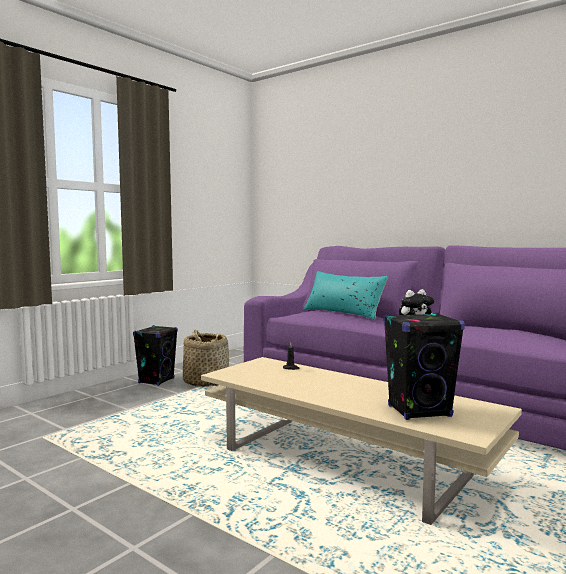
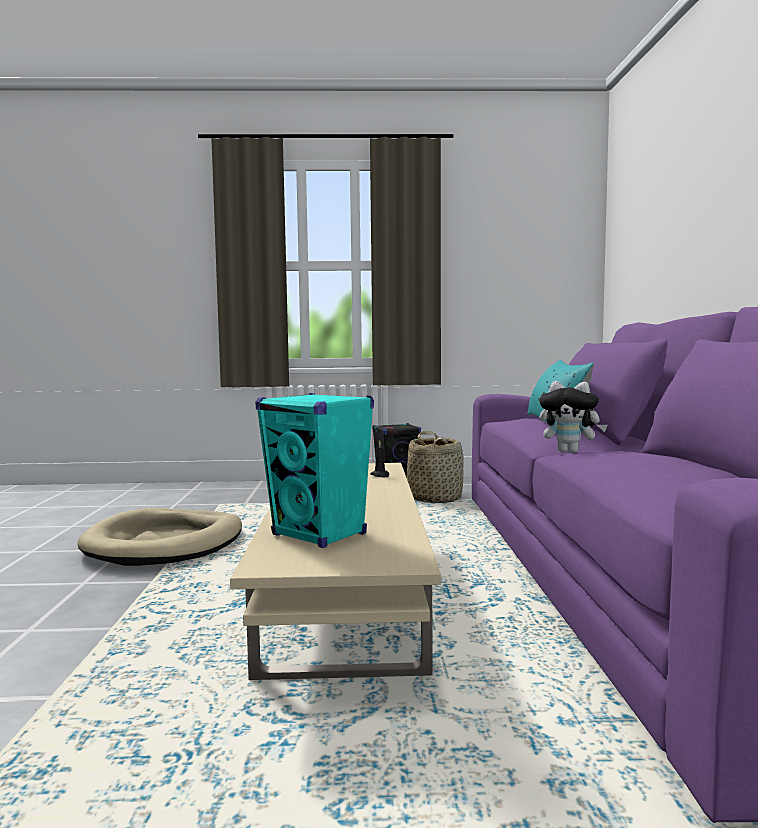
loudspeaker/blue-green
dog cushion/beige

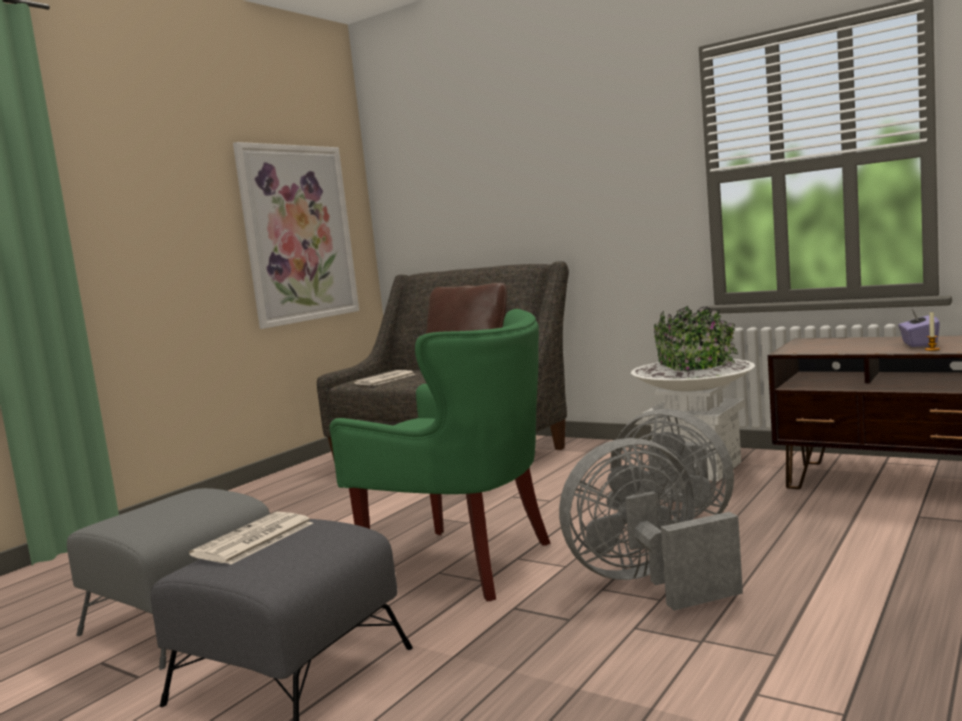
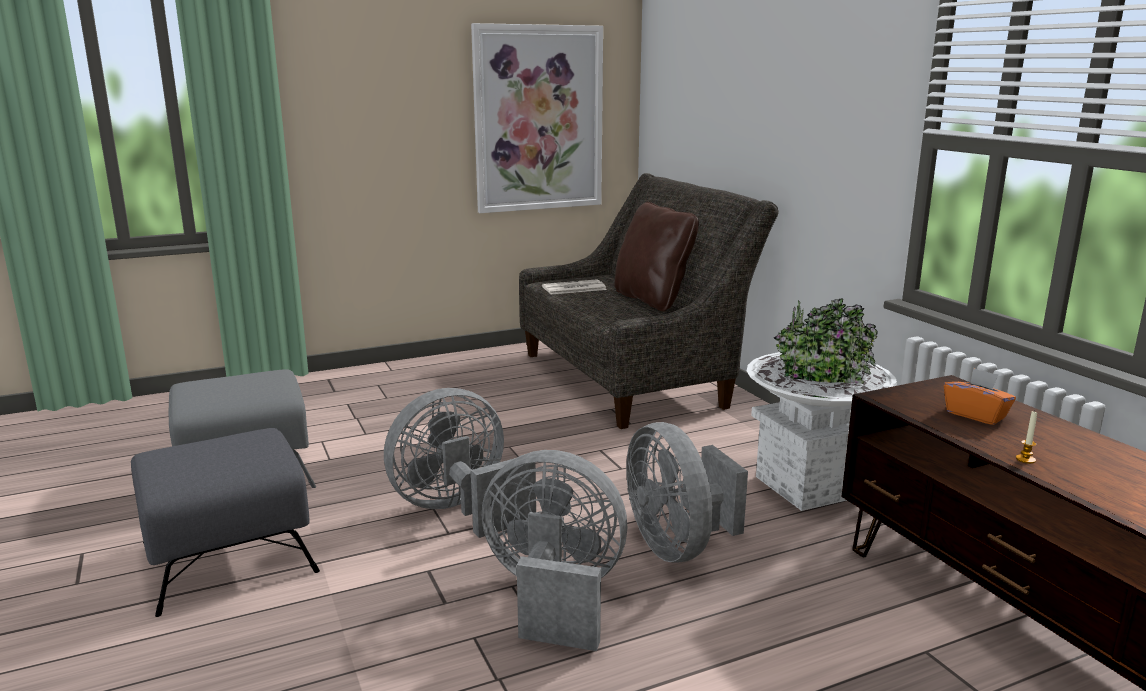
electric fan/grey (1st from left)
tissue box/purplish
newspaper (1st from left in the first image)
tissue box/orangey

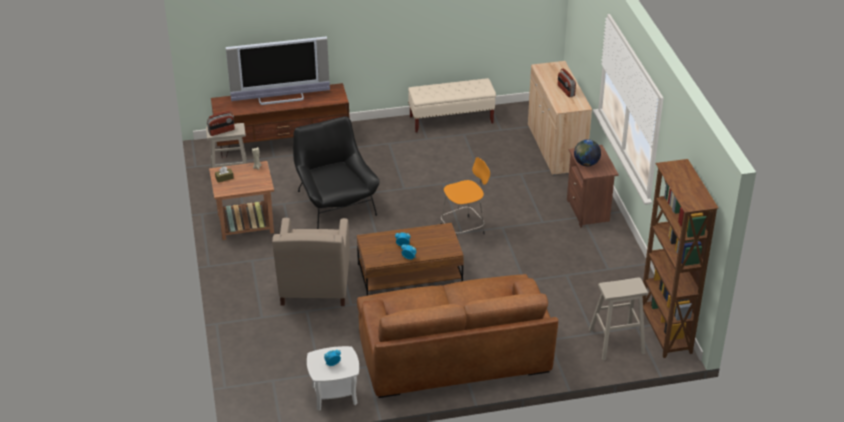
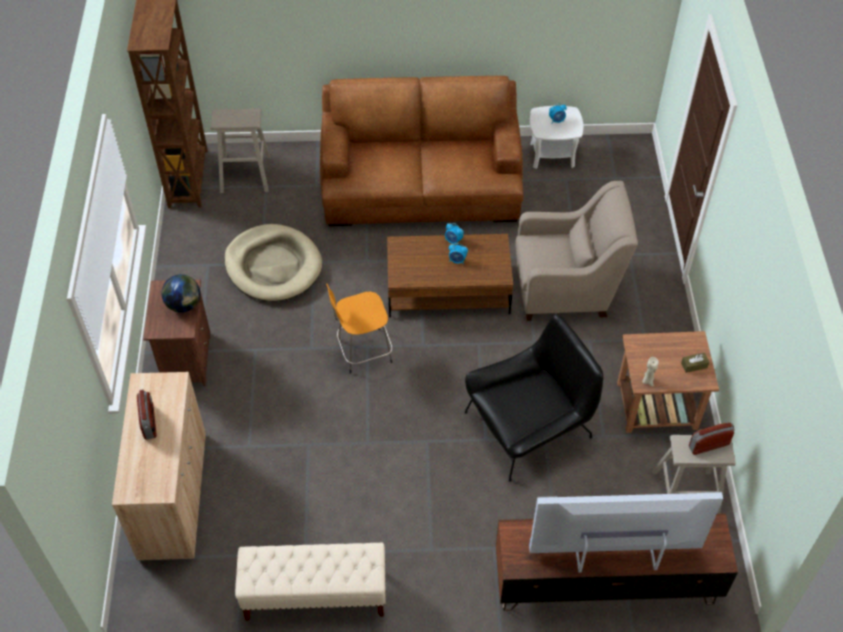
armchair/black
armchair/beige
dog cushion/beige

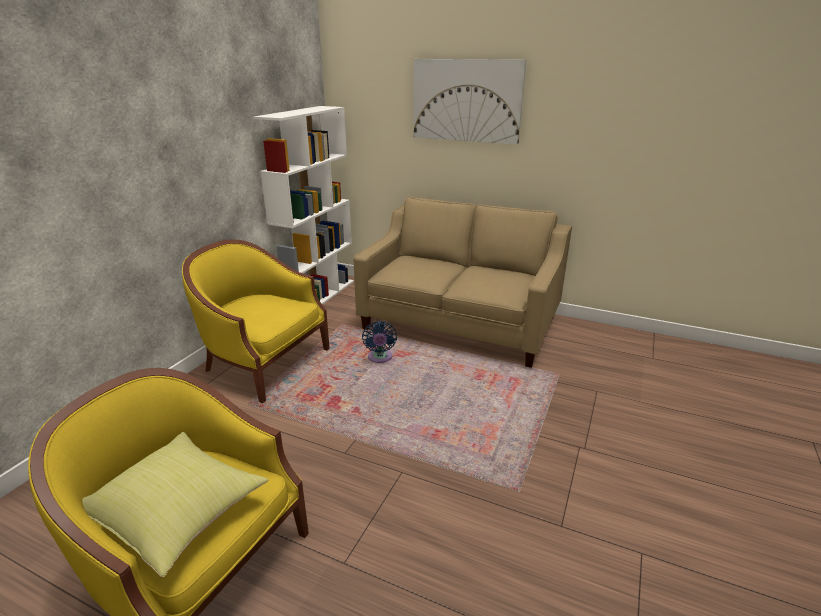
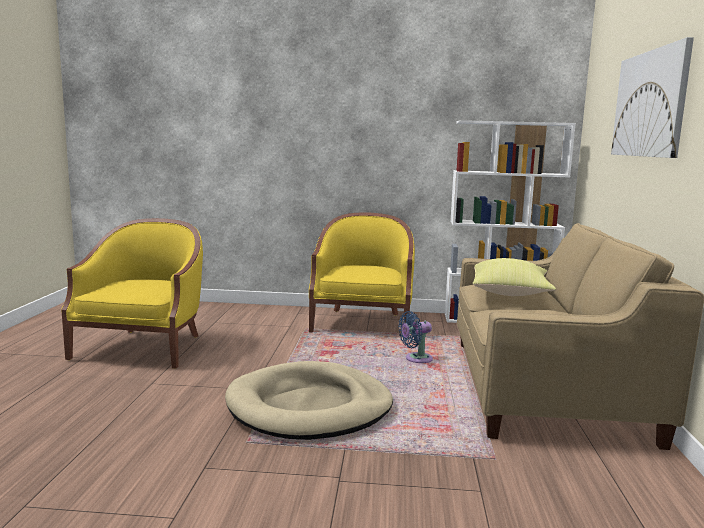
throw pillow/yellow
dog cushion/beige

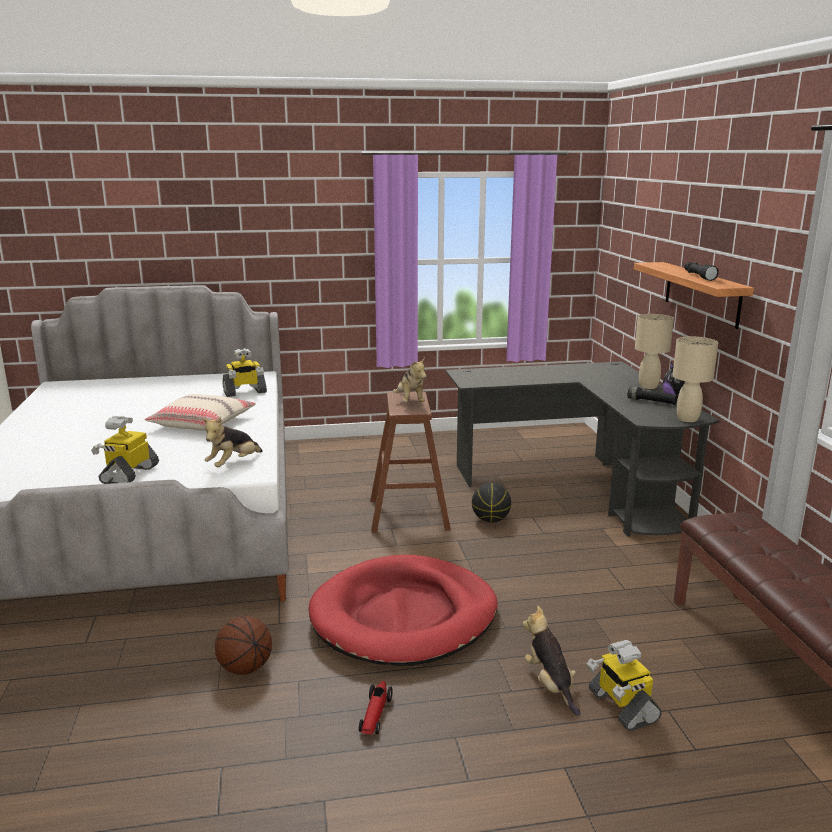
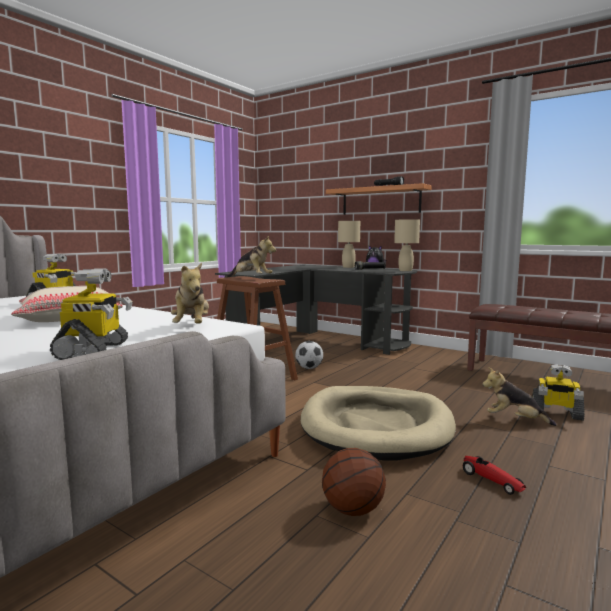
robot figure (2nd from left)
football ball
dog cushion/beige

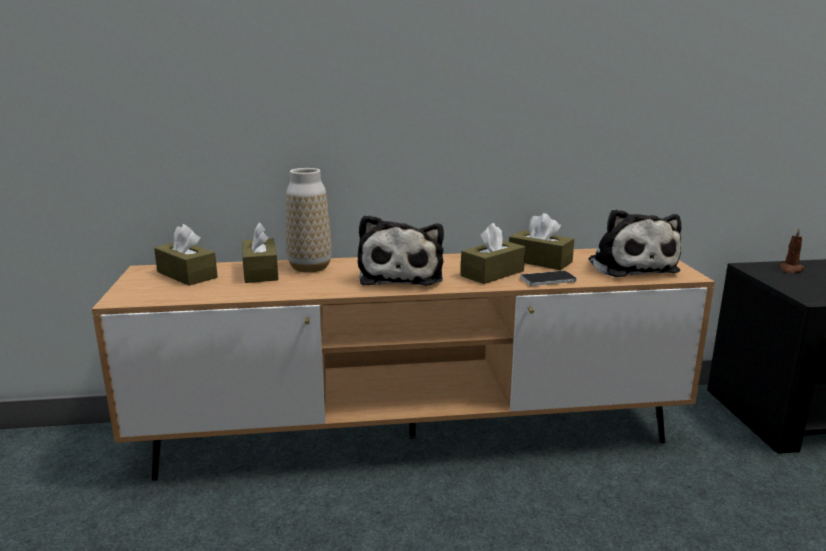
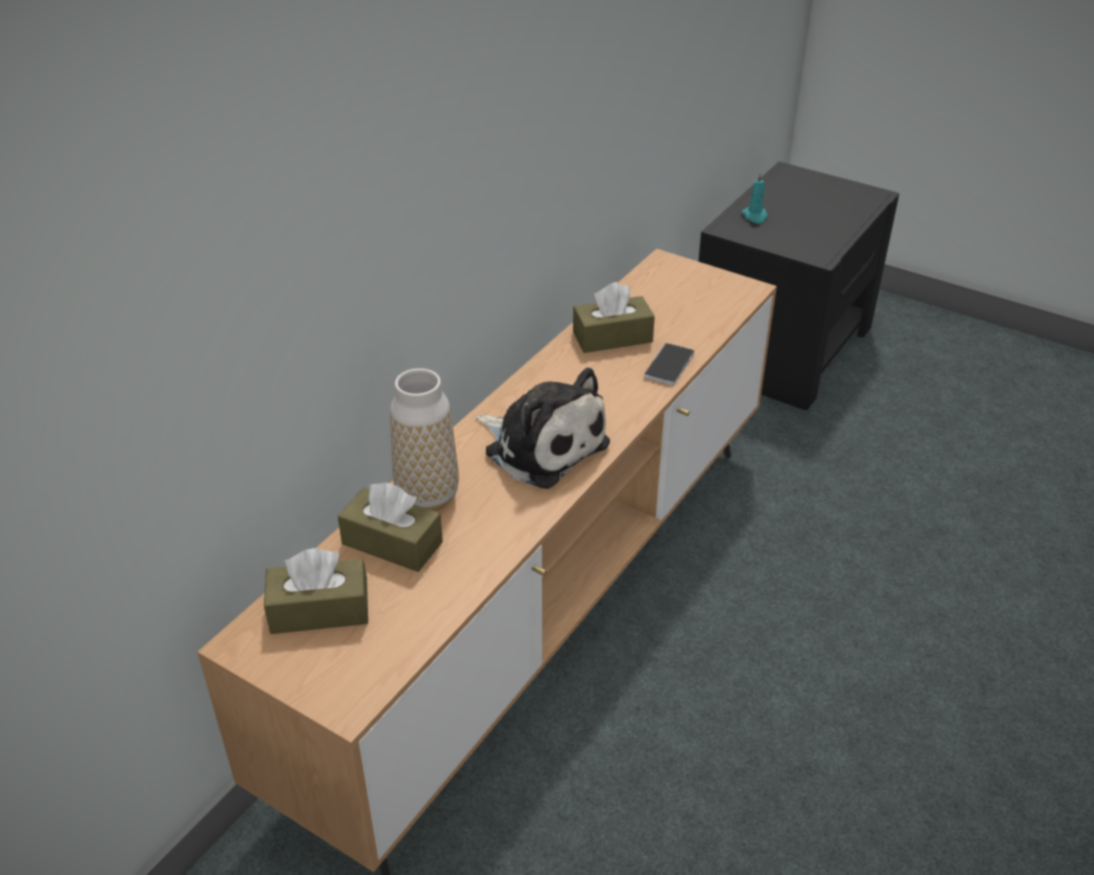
cuddly toy (2nd from left in the first image)
tissue box/brownish (3rd from left in the first image)
wax candle/blue-green

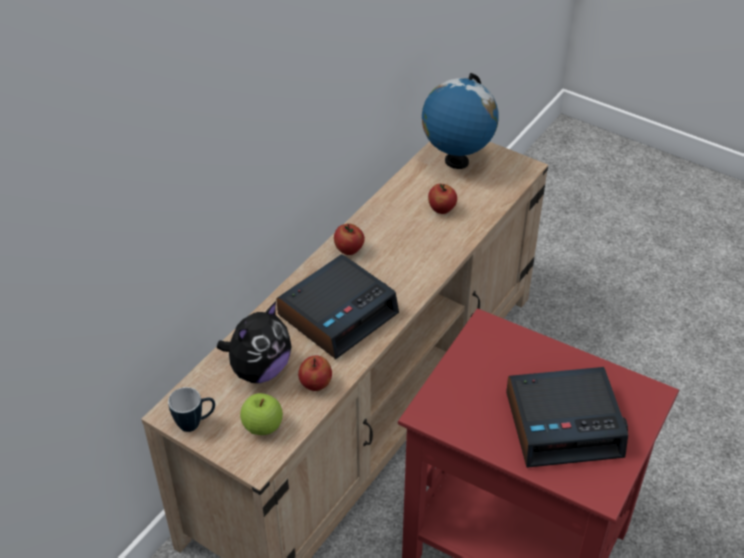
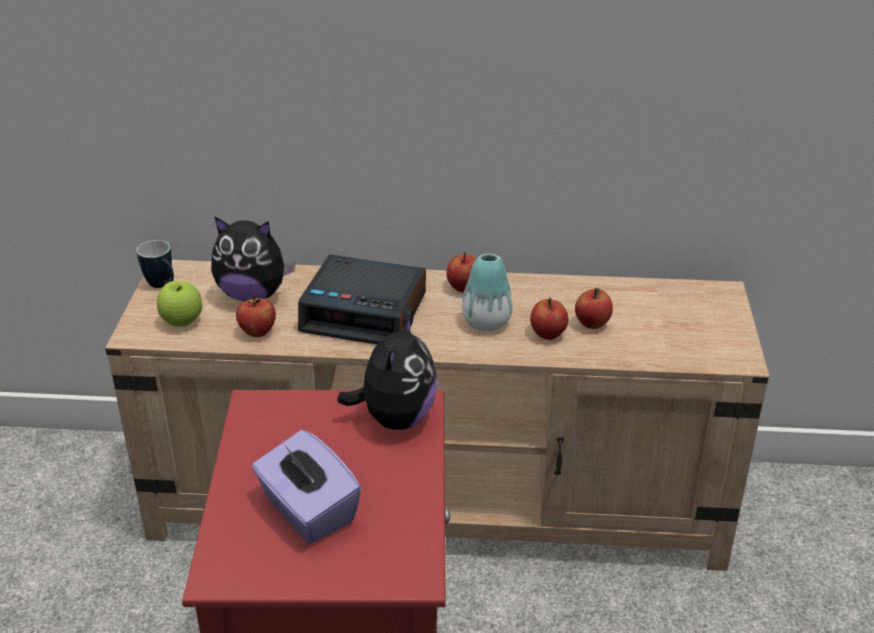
world globe
tissue box/purplish
decorative vase
apple (4th from left)
cuddly toy (2nd from left)

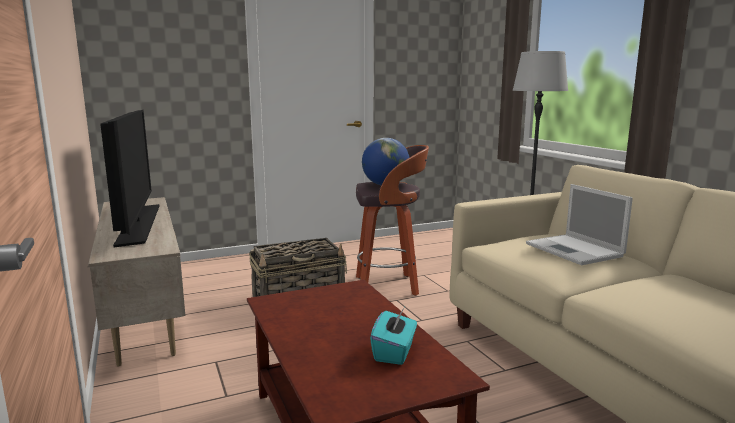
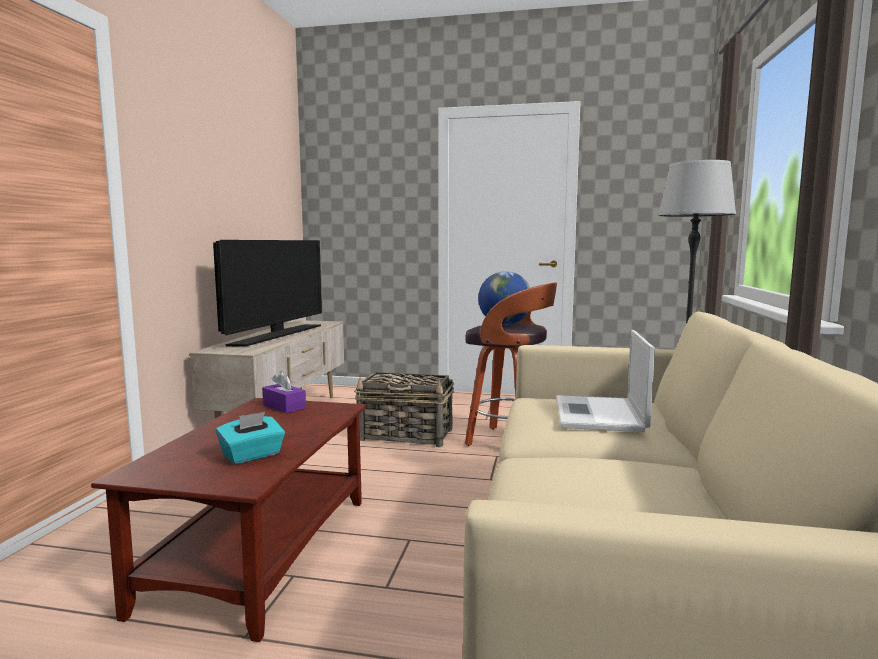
tissue box/purplish

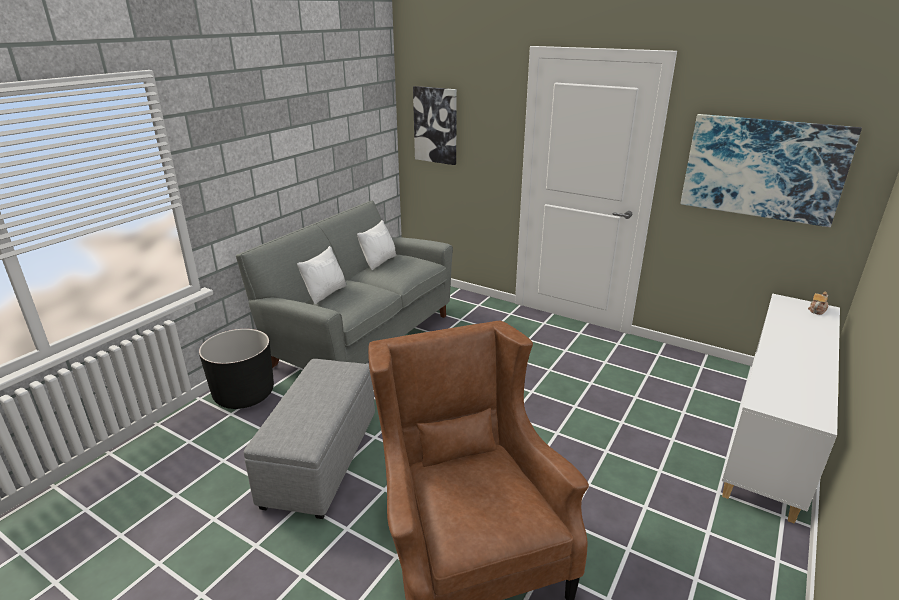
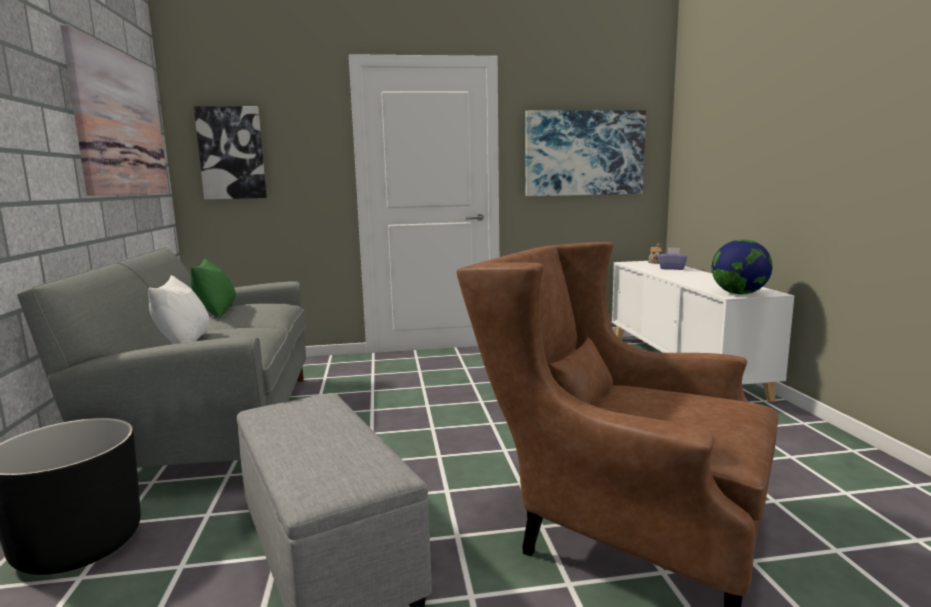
throw pillow/green-coloured
wall picture (1st from left)
world globe
tissue box/purplish

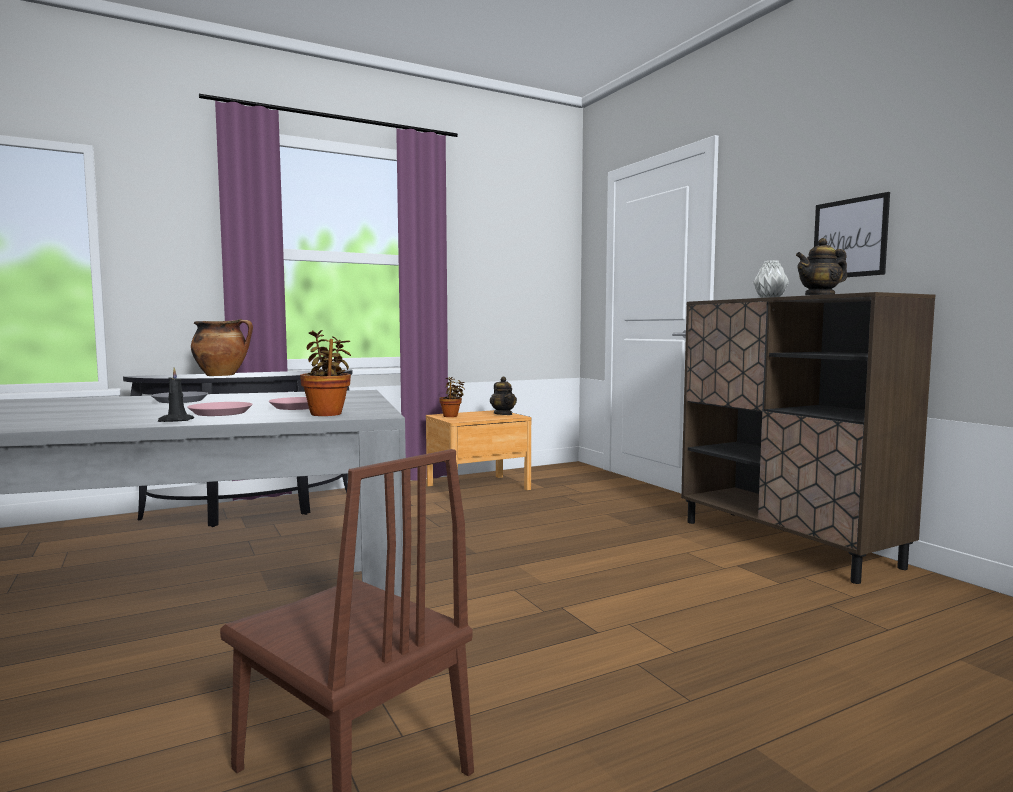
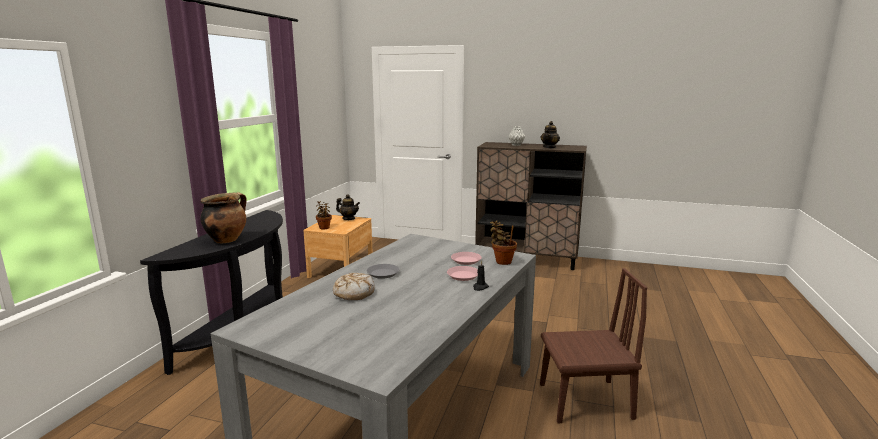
wall picture
bread

